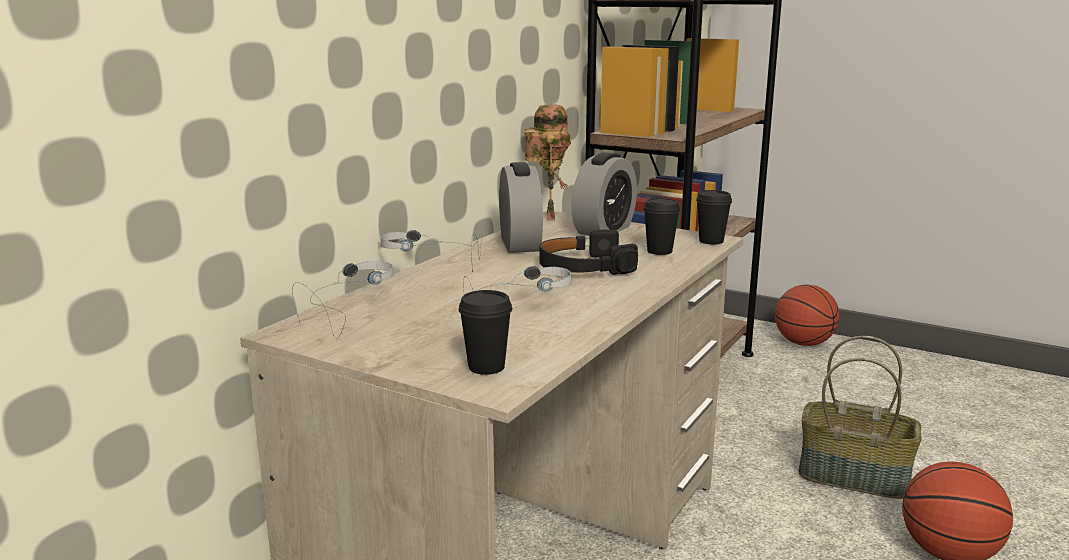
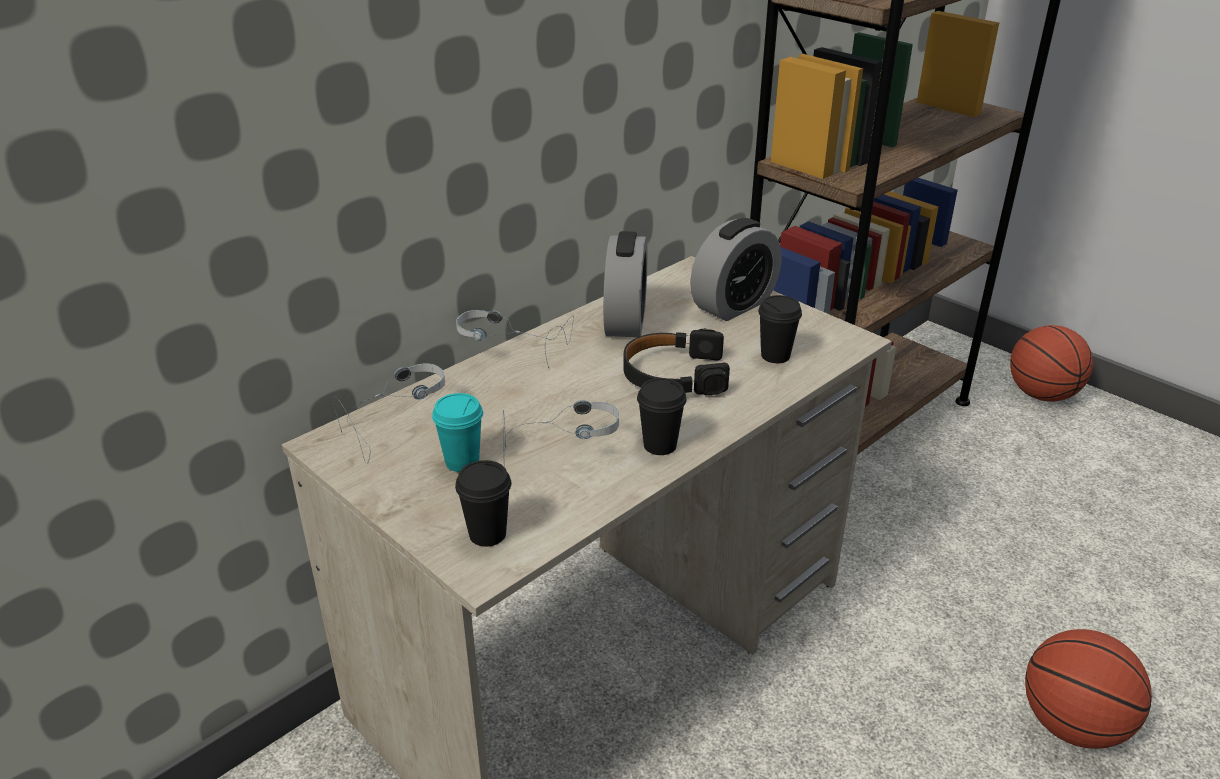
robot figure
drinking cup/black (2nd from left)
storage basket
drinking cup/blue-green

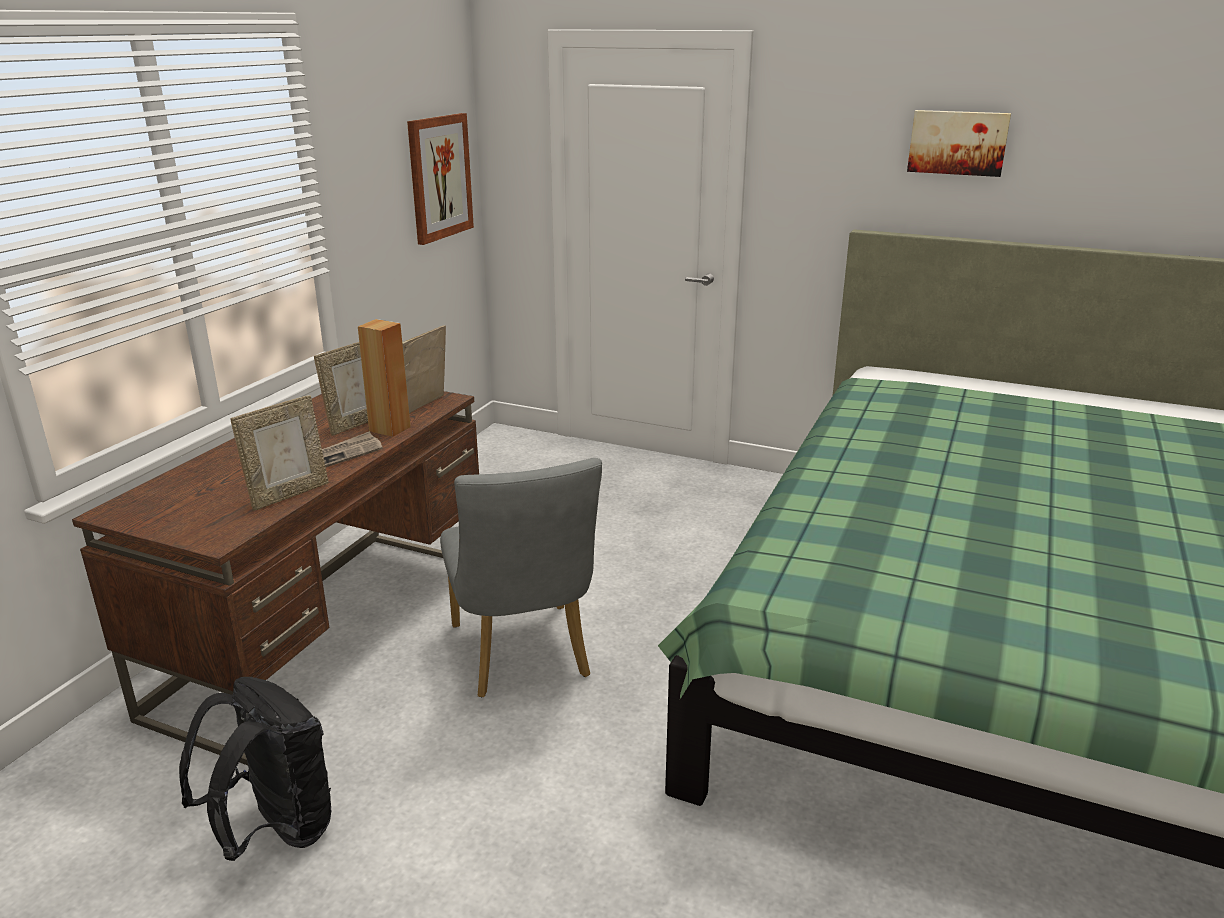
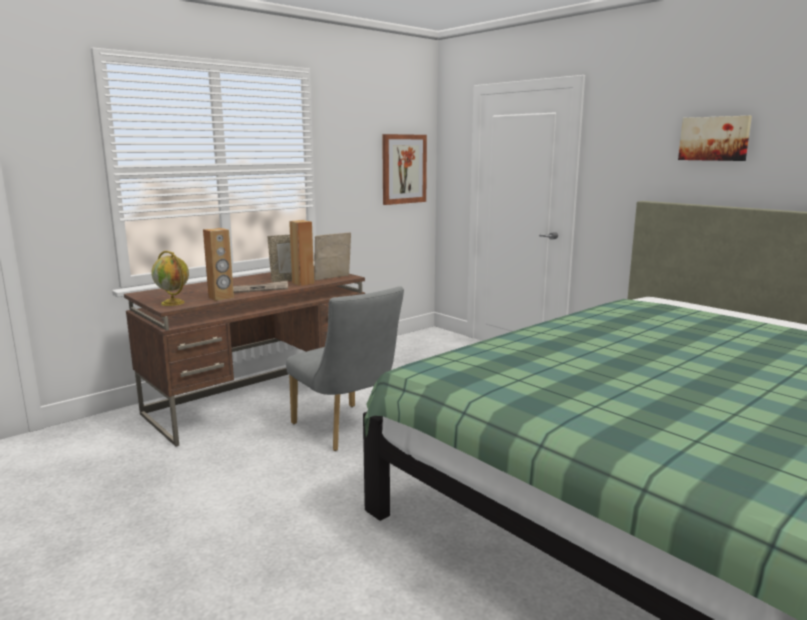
loudspeaker/brownish (1st from left)
upright chair/grey
knapsack/black
world globe

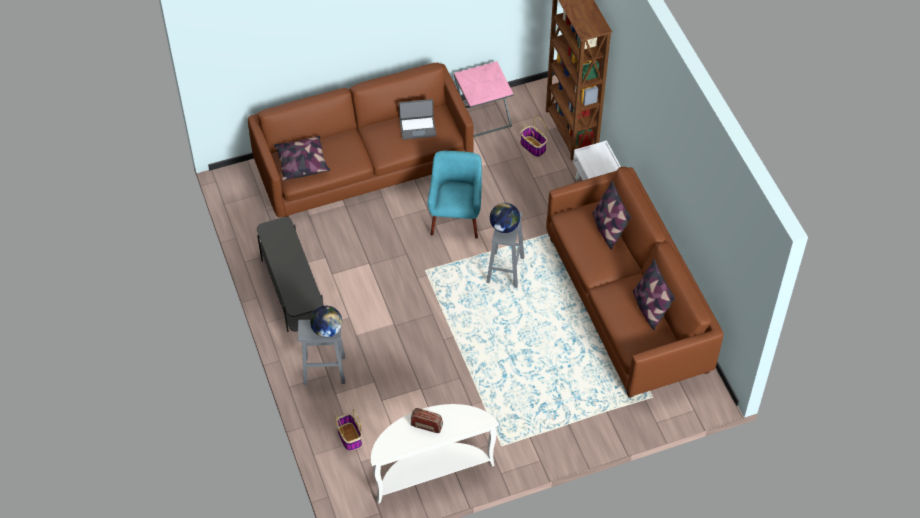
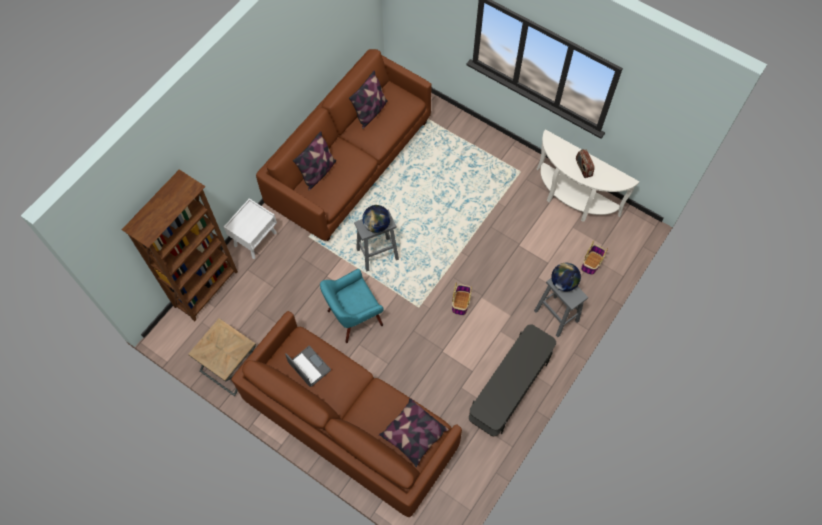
side table/brownish
storage basket (1st from left)

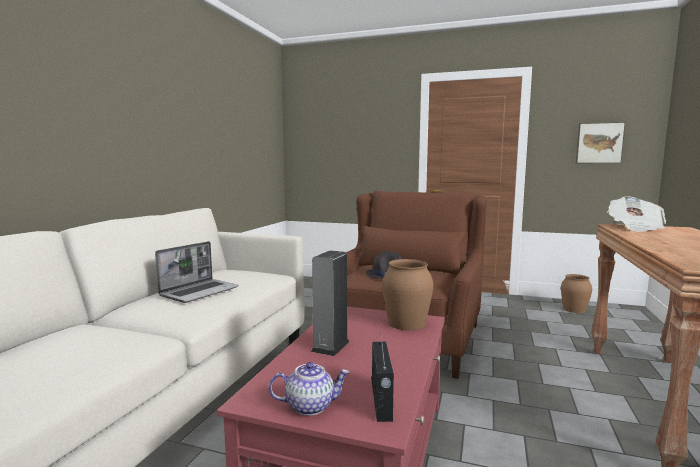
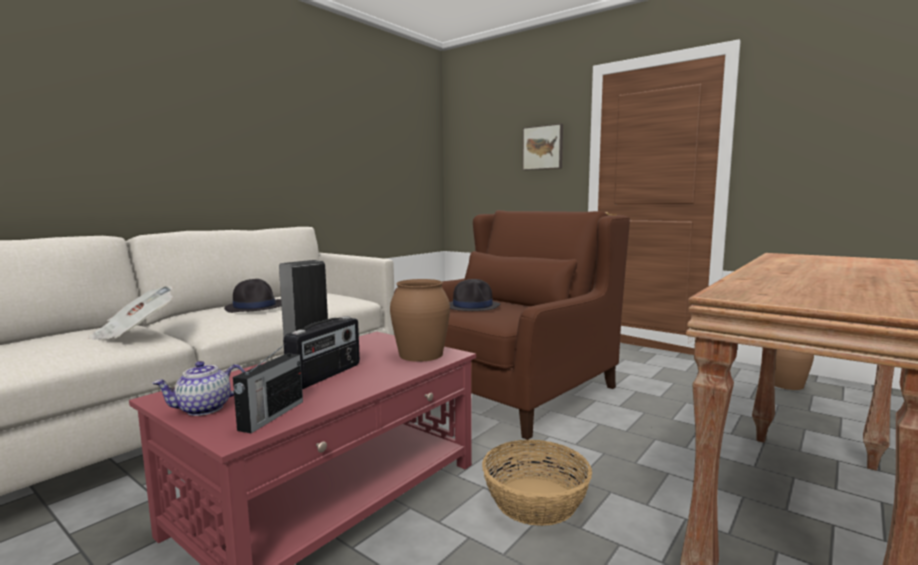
wall picture
newspaper
wearable hat/black (1st from left)
tea pot
radio receiver (2nd from left)
storage basket

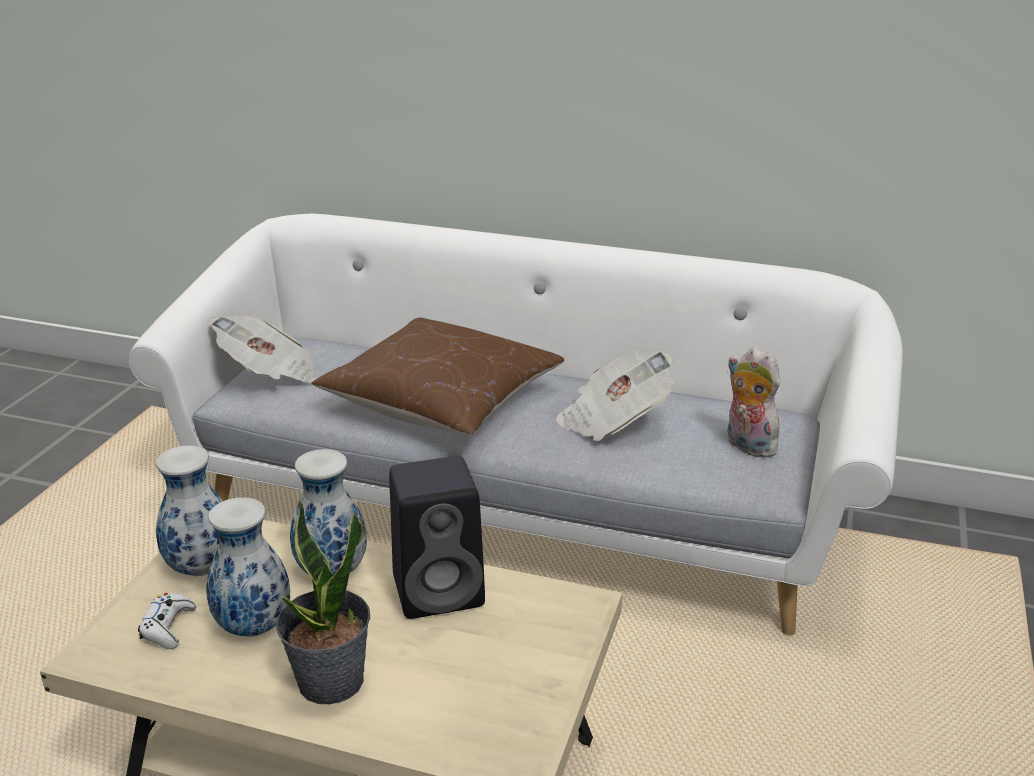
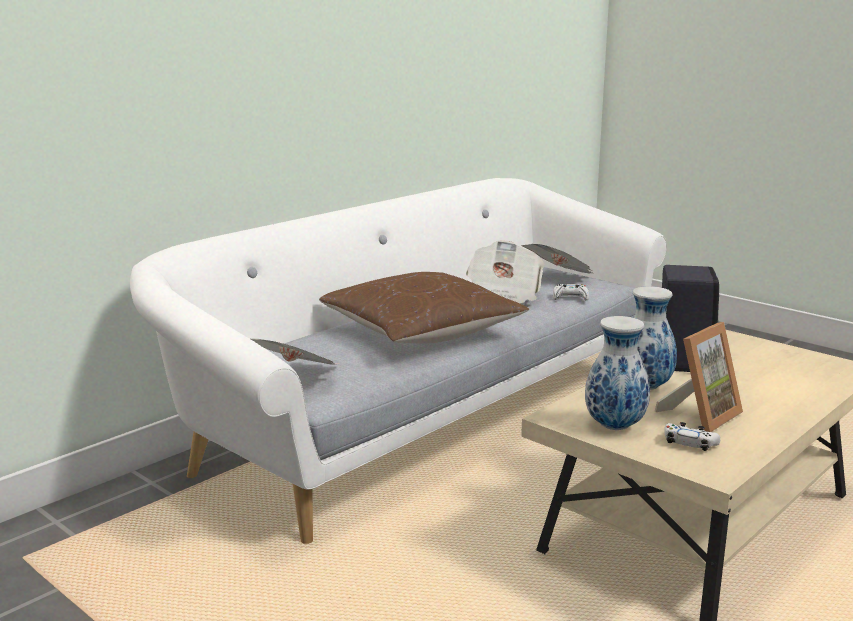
newspaper (3rd from left)
picture frame
potted plant
gamepad/white-coloured (1st from left)

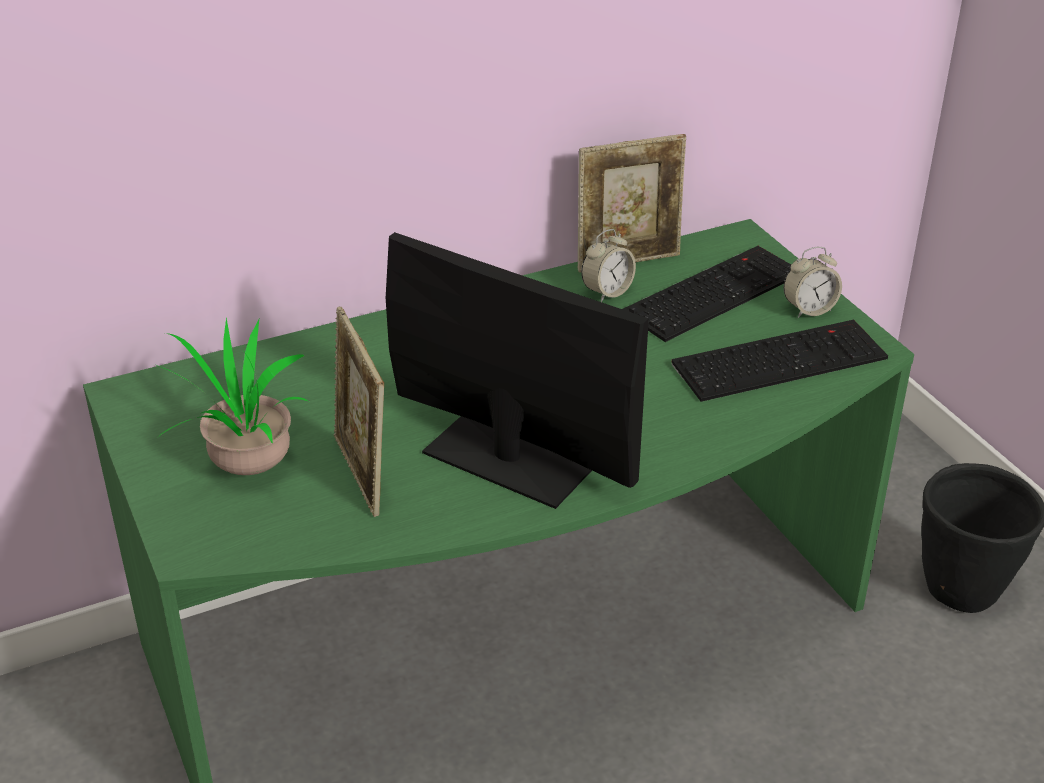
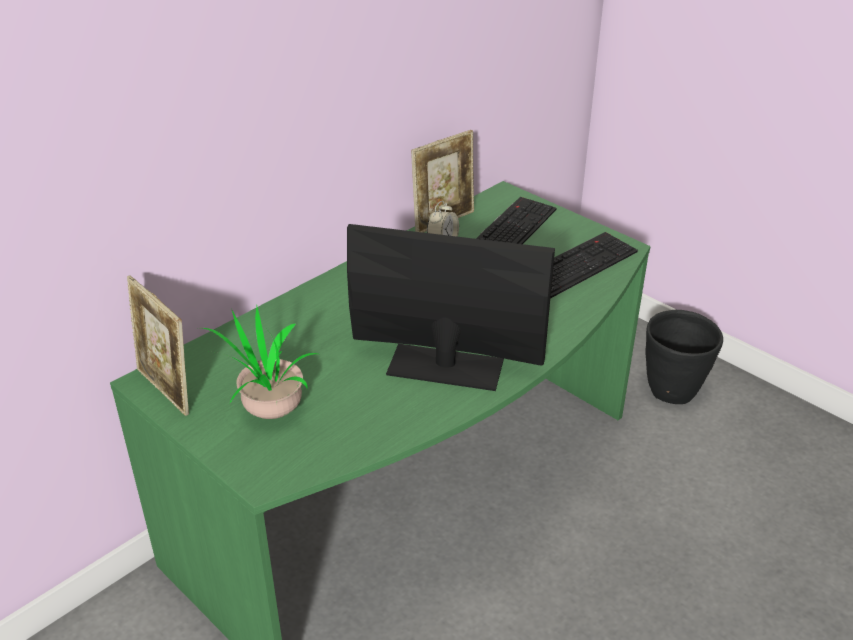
alarm clock (2nd from left in the first image)
picture frame (1st from left)

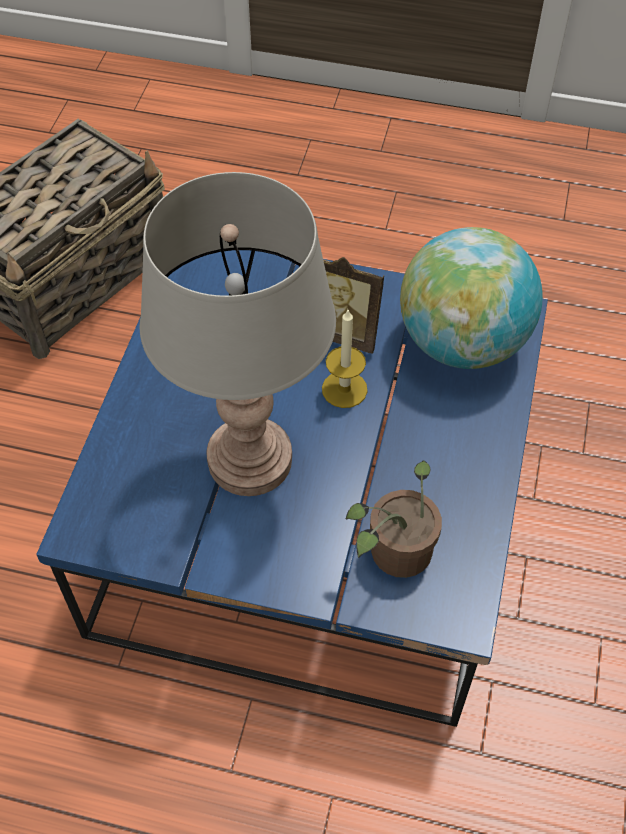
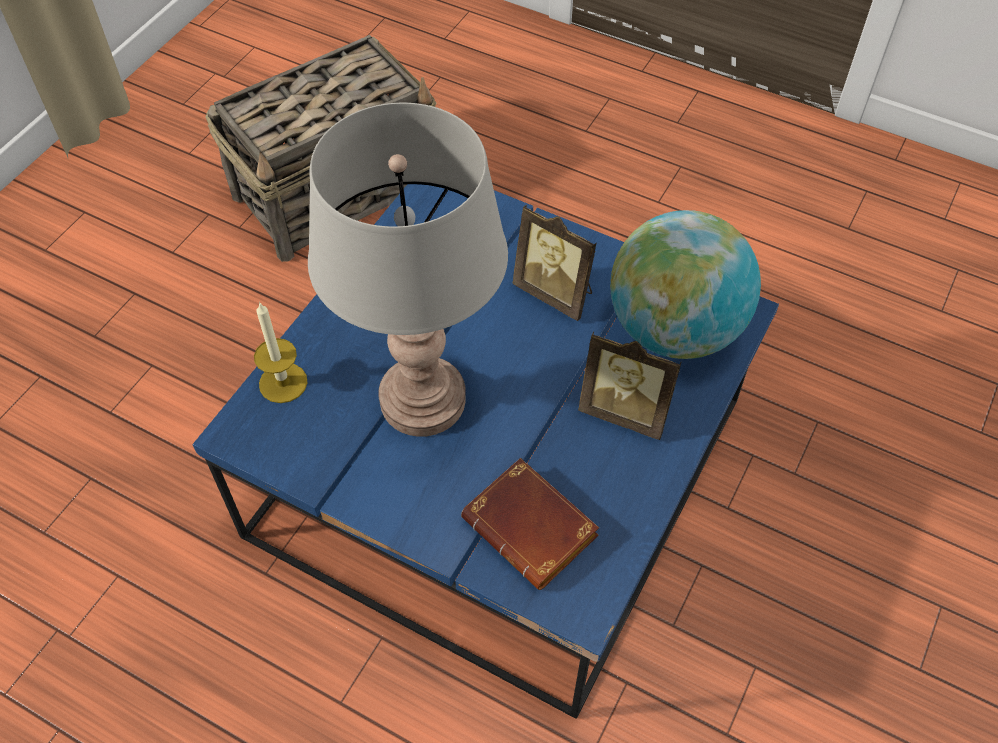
wax candle
bound book/brownish
picture frame (2nd from left)

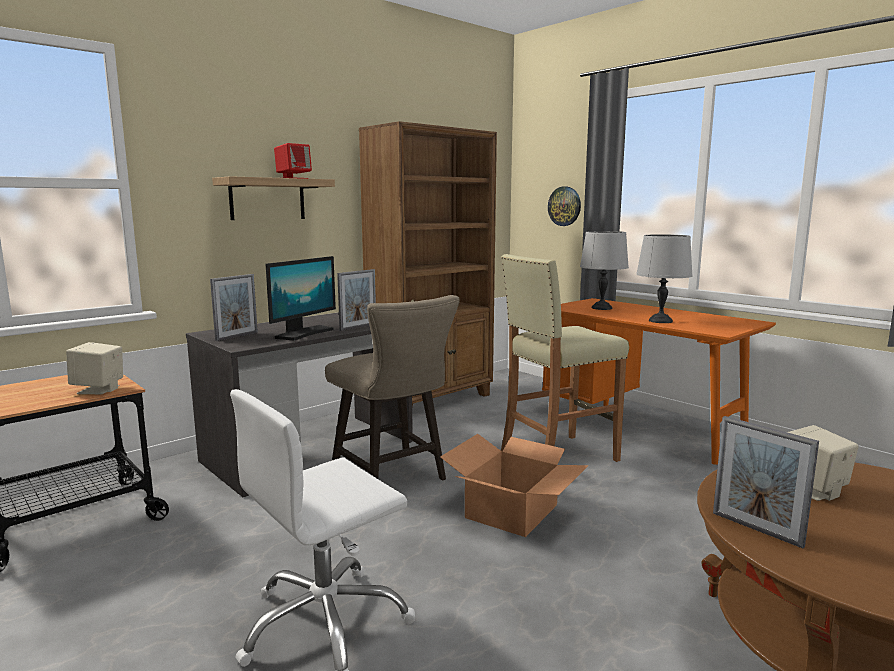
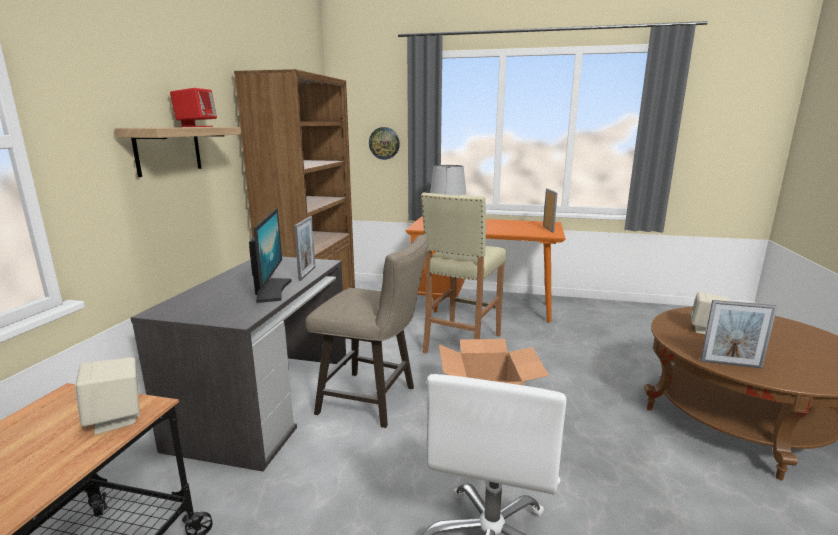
table lamp/grey (2nd from left in the first image)
picture frame (2nd from left)

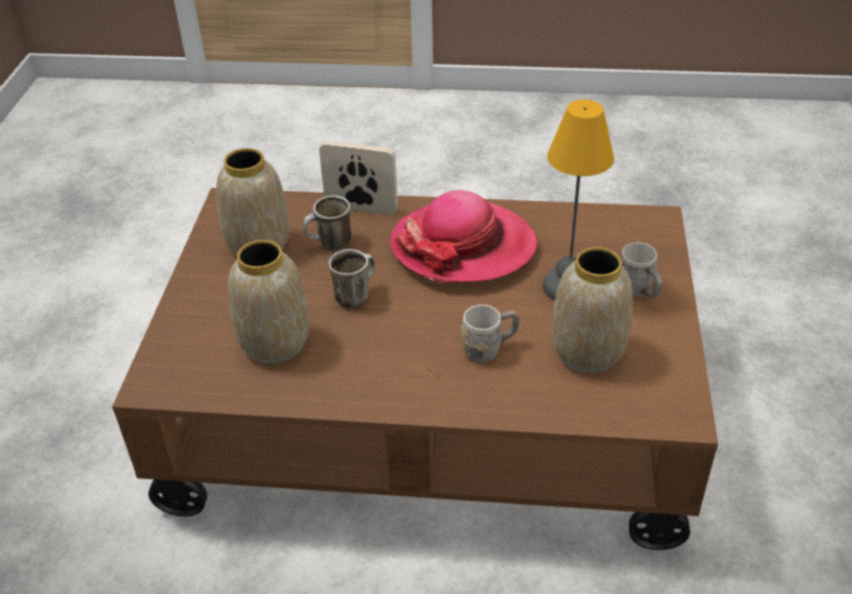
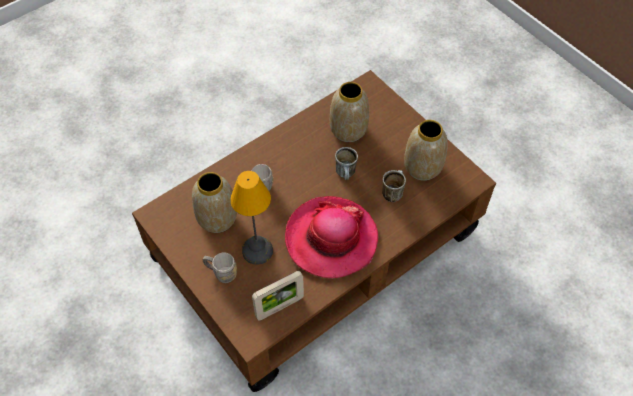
picture frame

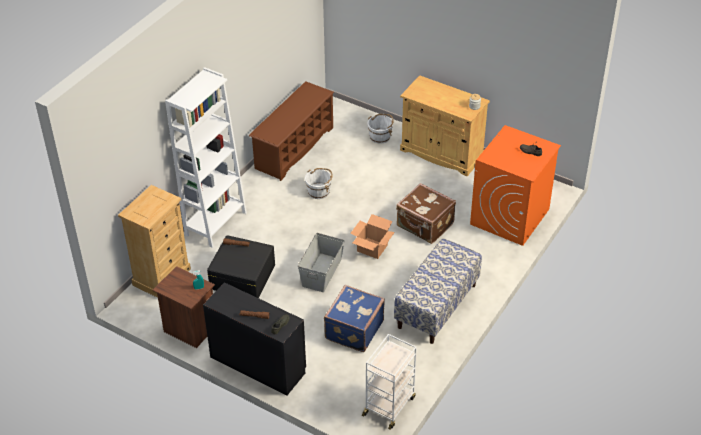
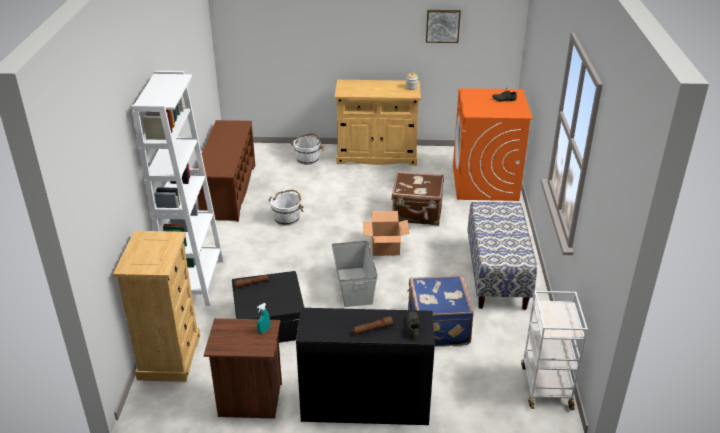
wall picture

